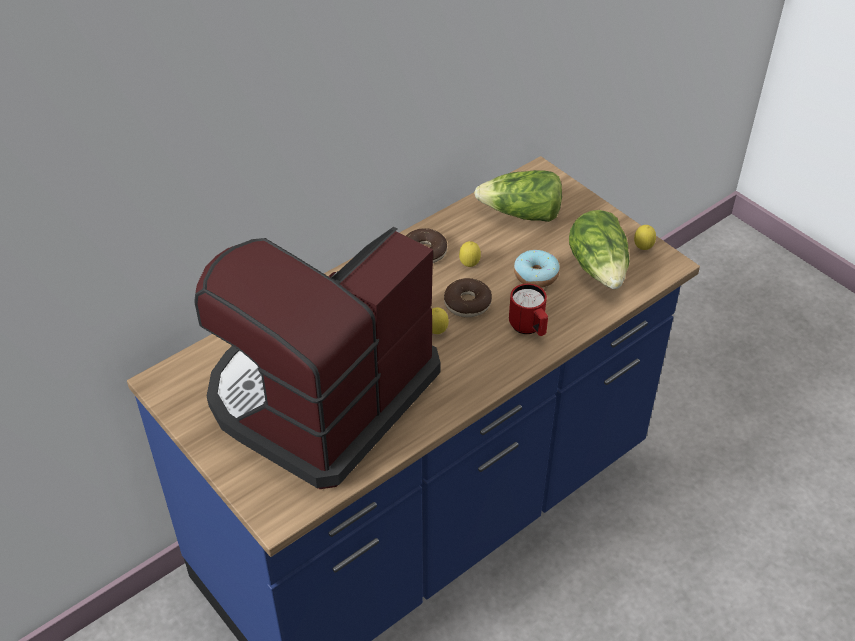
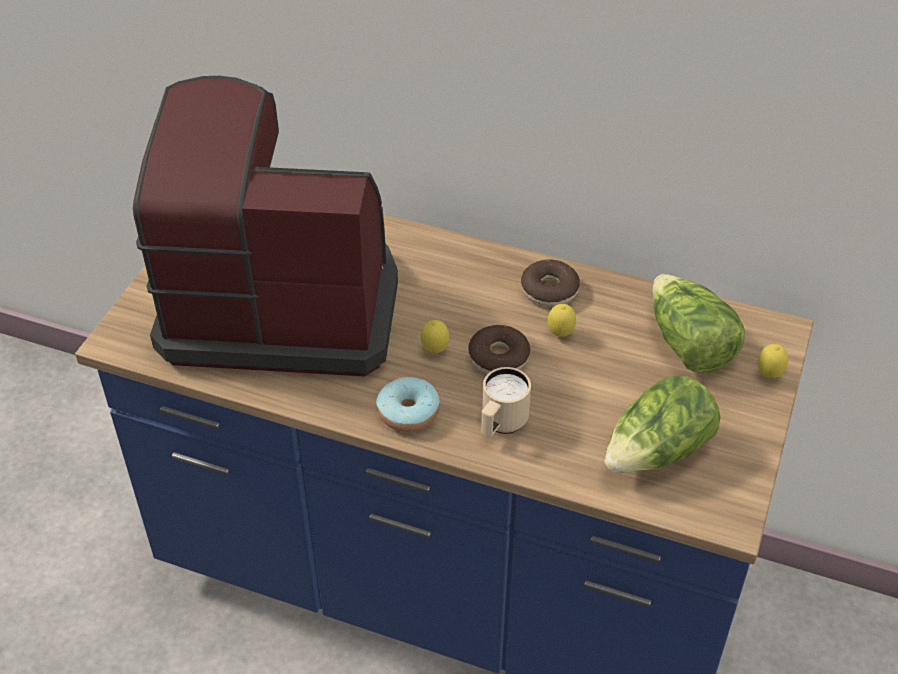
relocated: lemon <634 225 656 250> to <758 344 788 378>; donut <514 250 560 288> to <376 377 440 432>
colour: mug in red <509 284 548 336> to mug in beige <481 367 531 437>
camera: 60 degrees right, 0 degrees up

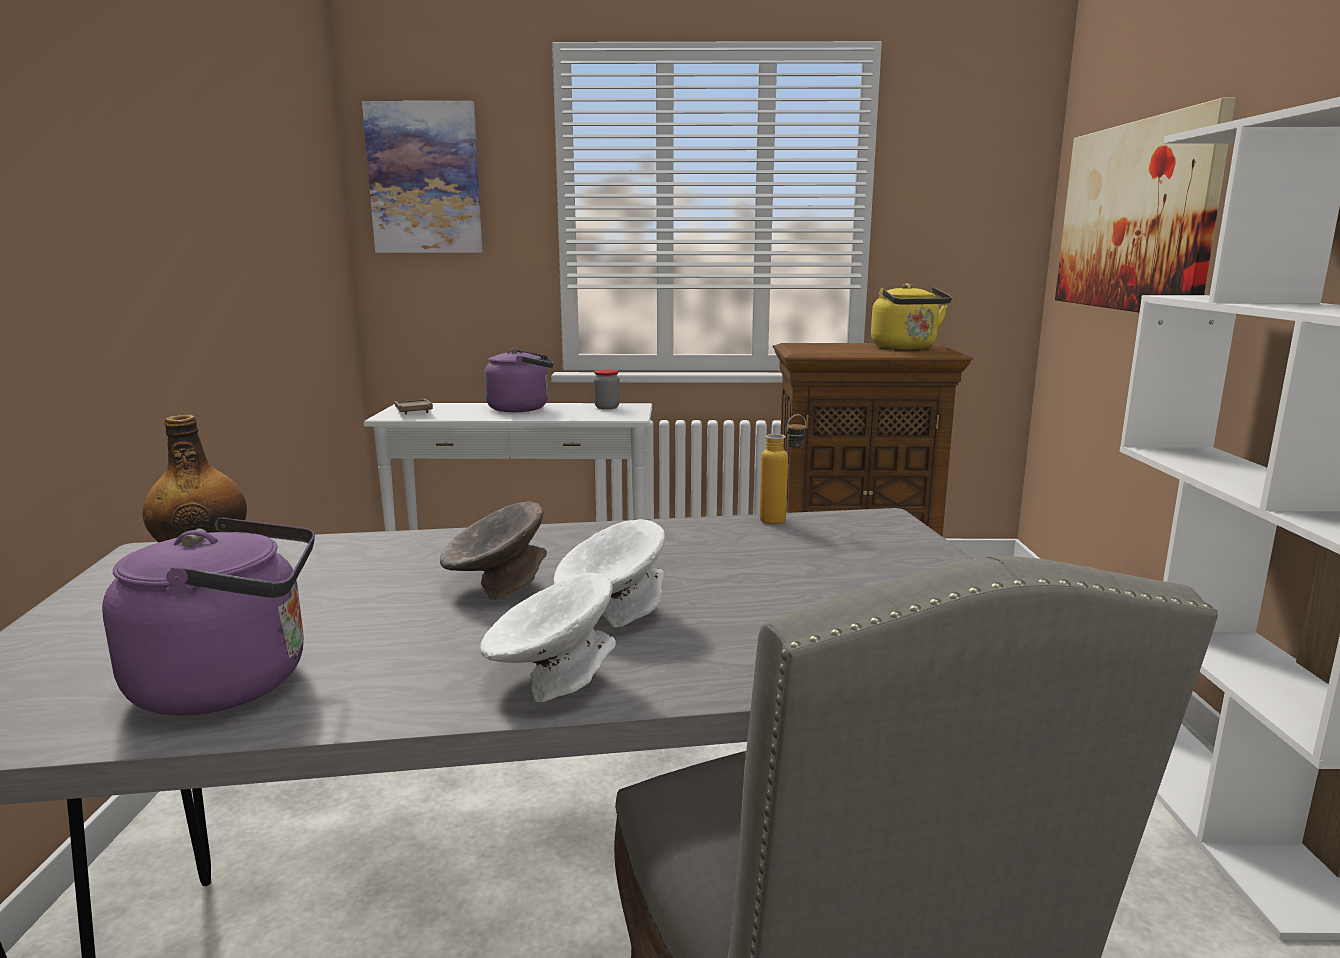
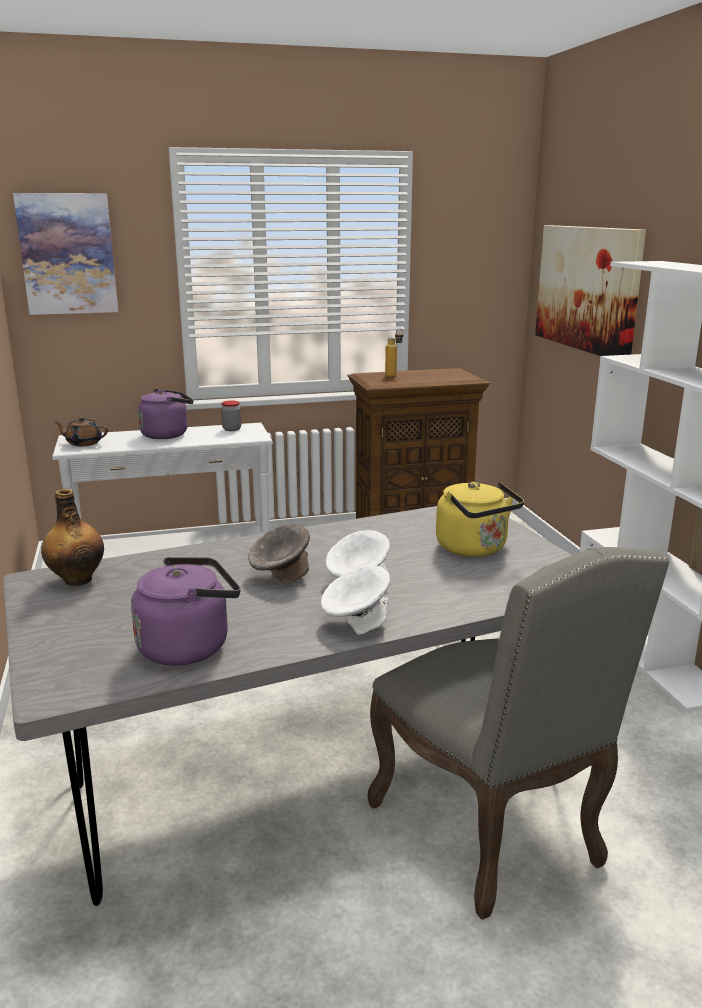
relocated: kettle in yellow <871 283 952 350> to <436 482 524 557>; bottle <760 414 806 524> to <385 329 403 377>
exchanged: tray in brown <395 399 433 415> to teapot in brown <54 417 108 447>
camera: 15 degrees left, 5 degrees up

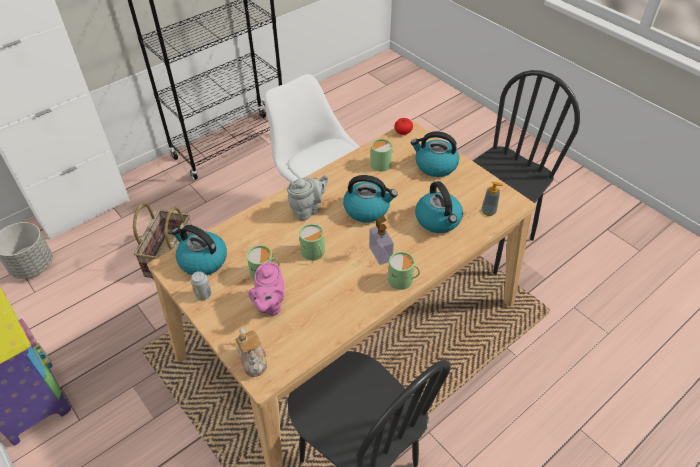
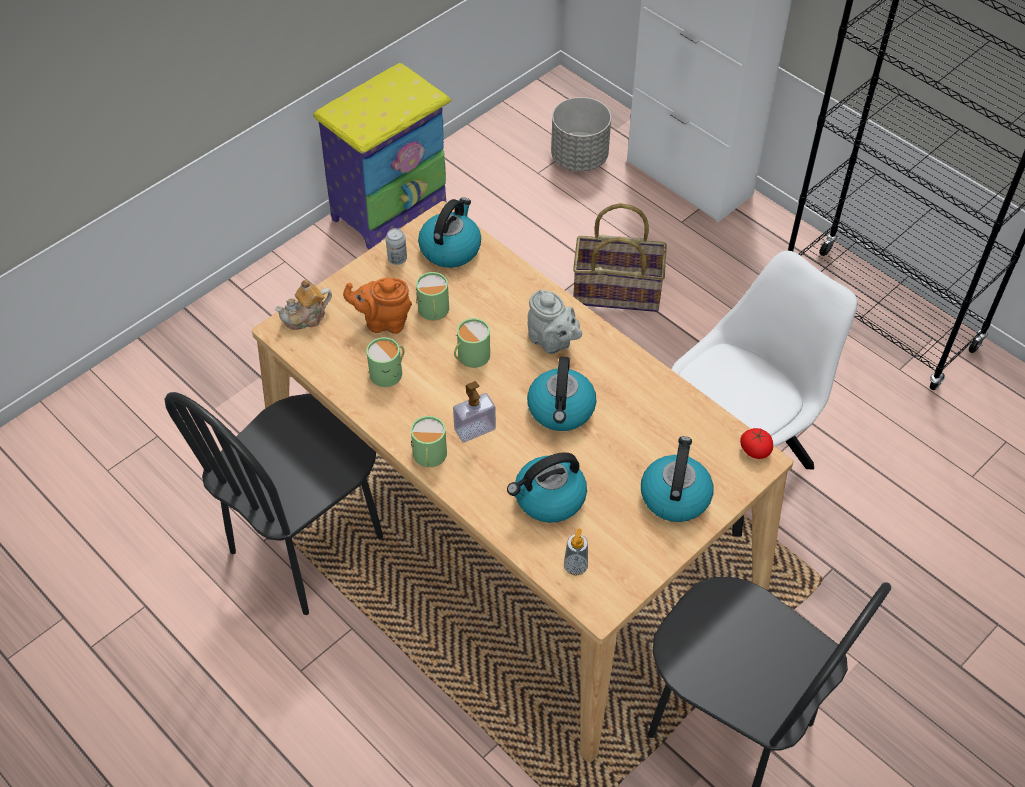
relocated: mug in green <371 139 393 172> to <366 337 404 387>
colour: teapot in pink <248 262 284 316> to teapot in orange <343 278 412 334>
camera: 85 degrees right, 5 degrees up

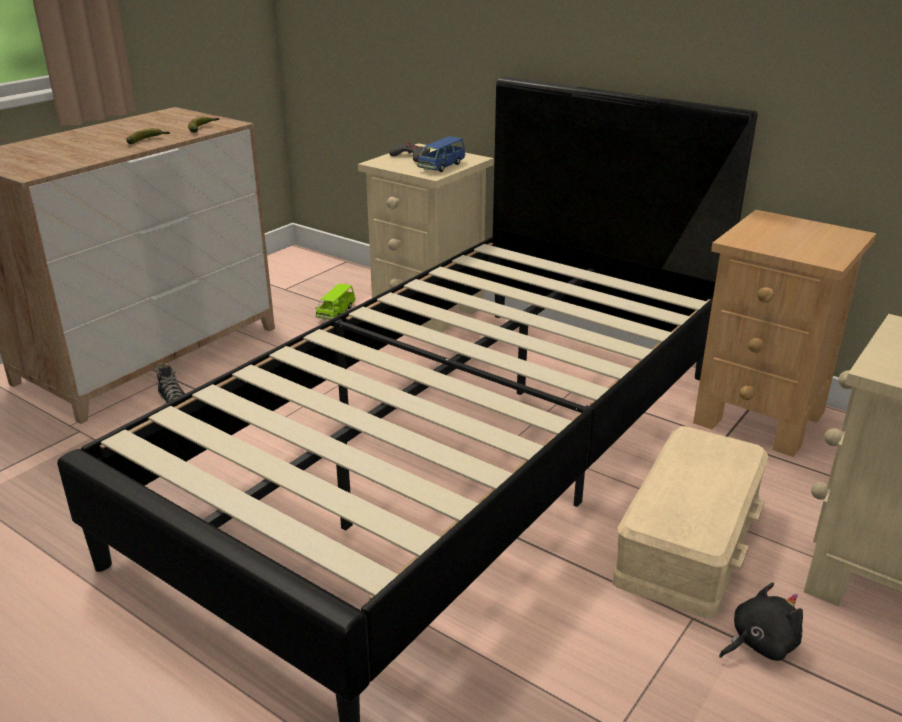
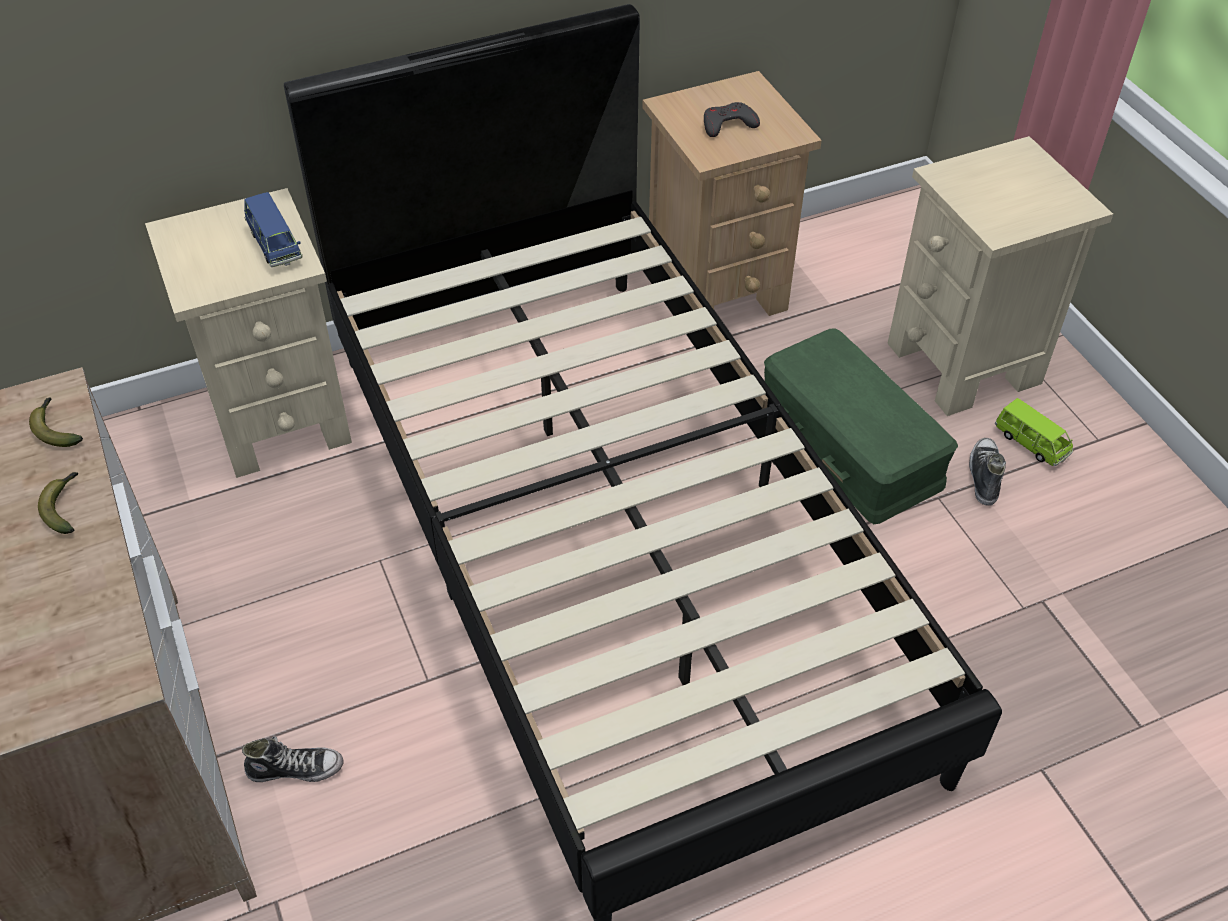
relocated: game controller in grey <389 142 428 162> to <704 102 760 137>; toy car in green <316 283 356 320> to <995 398 1073 466>
exchanged: plush toy in black <719 582 803 661> to shoe <969 438 1006 506>
colour: storage box in beige <612 426 769 619> to storage box in green <764 328 958 524>
camera: 60 degrees left, 20 degrees up

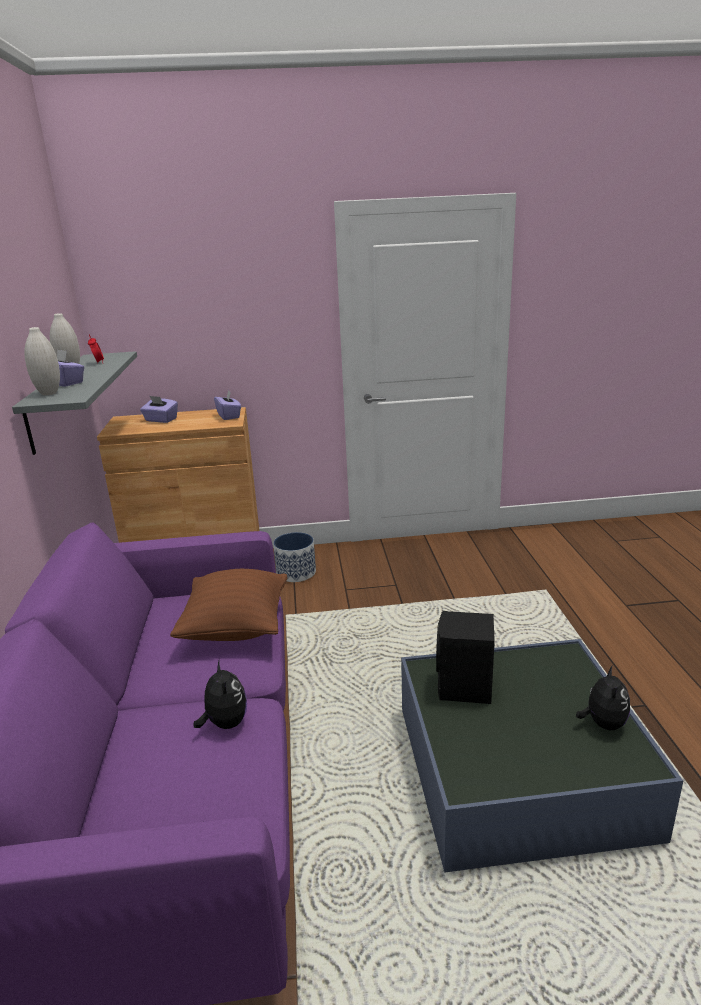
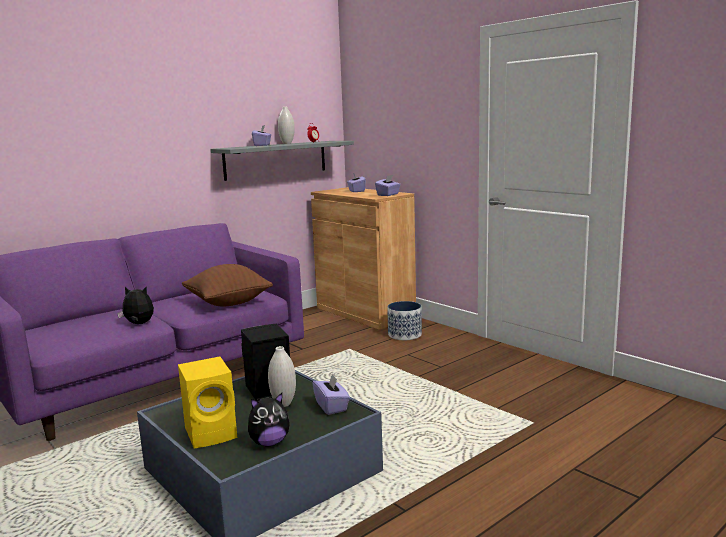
appeared: speaker in yellow <178 356 237 448>; tissue box in purple <312 374 350 415>
relocated: vase in white <24 327 60 396> to <268 346 296 407>
spun: plush toy <193 661 247 729> = <117 286 154 324> 120 degrees counterclockwise
camera: 55 degrees right, 10 degrees down

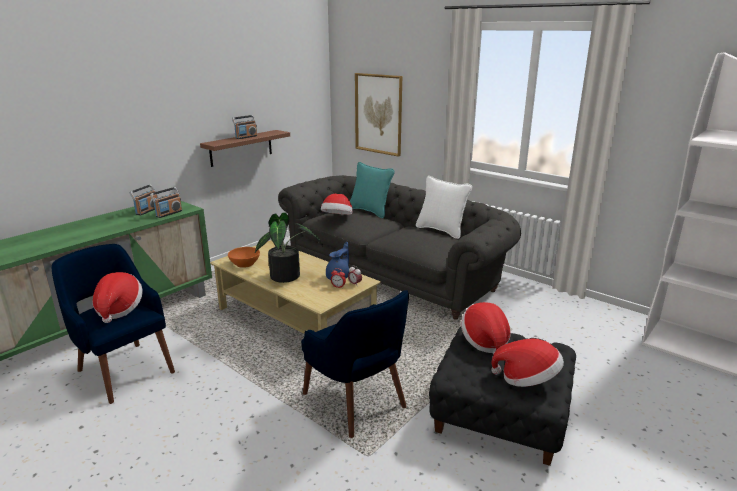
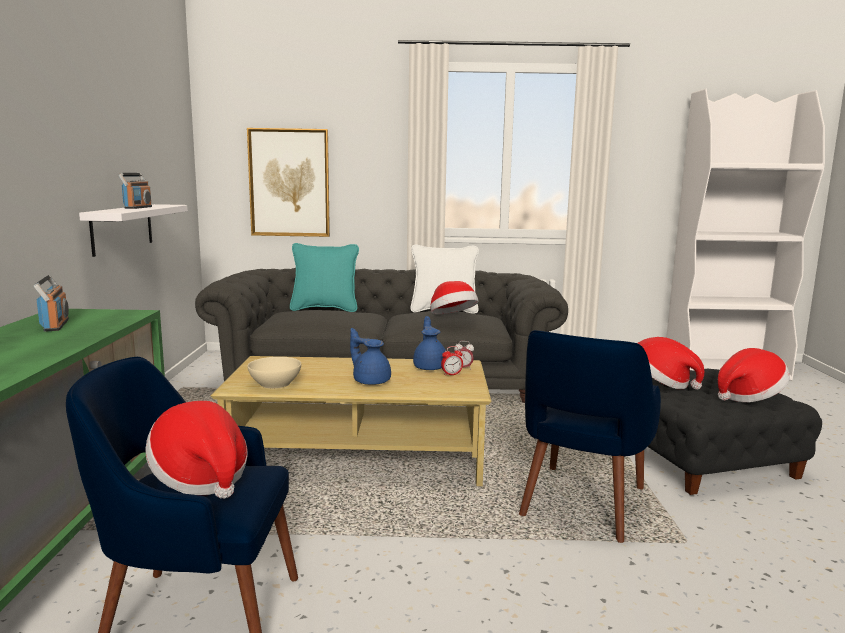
missing: radio <150 187 182 218>
relocated: hat <321 194 353 215> to <430 281 478 314>
exchanged: potted plant <255 212 324 283> to teapot in blue <350 328 391 385>
colour: shelf in brown <200 130 290 167> to shelf in white <79 204 188 257>; bowl in orange <228 247 260 268> to bowl in beige <247 357 301 388>
spun: armchair in blue <301 290 409 438> = <519 330 661 543> 105 degrees clockwise
camera: 40 degrees left, 10 degrees down

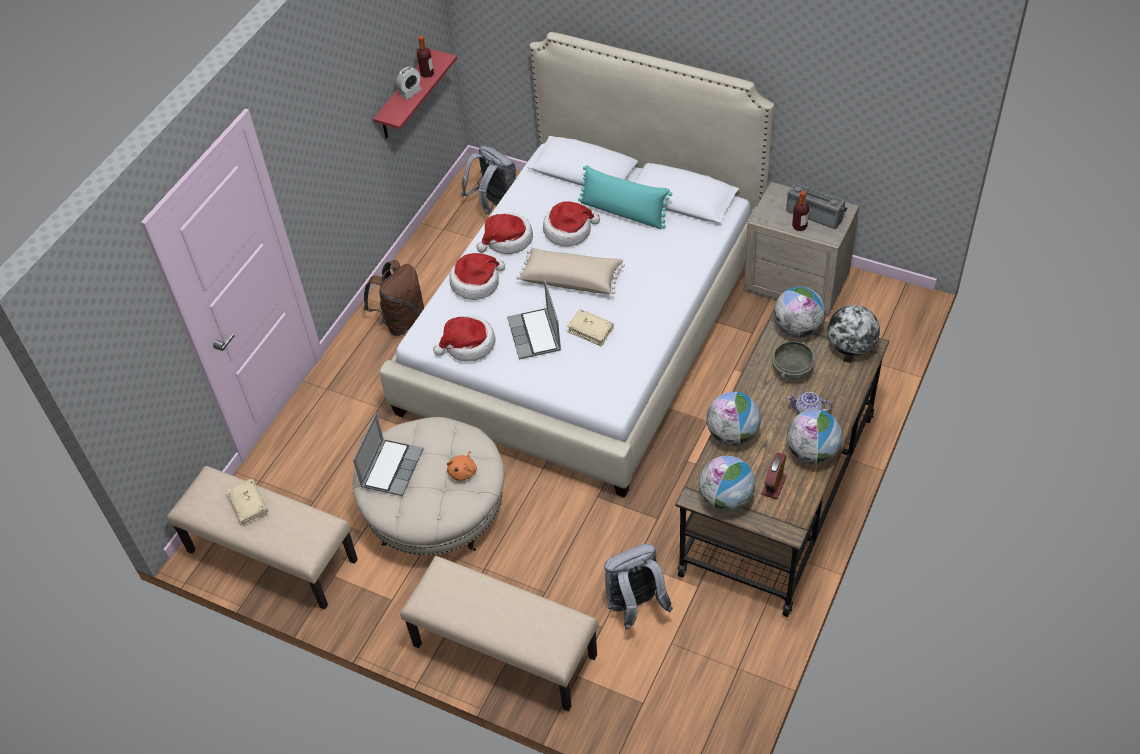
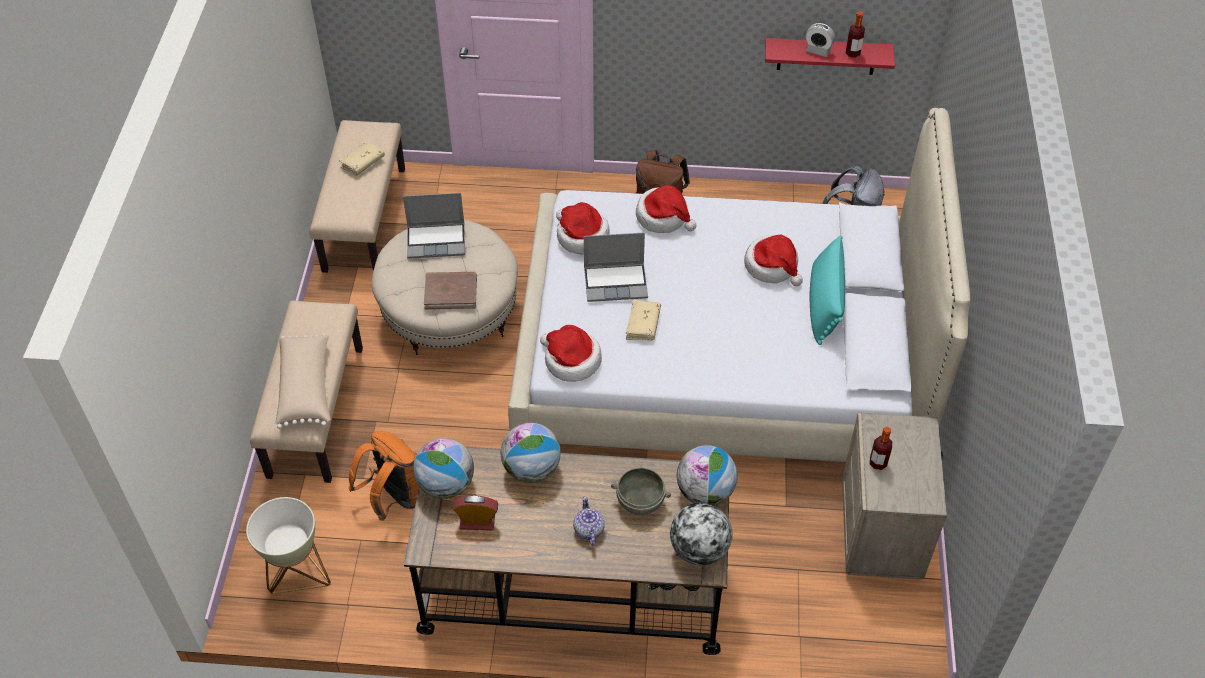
missing: radio <786 182 847 229>; globe <787 409 842 464>
appeared: planter <246 497 331 594>
relocated: hat <477 212 533 254> to <540 325 602 382>; pillow in beige <516 248 625 294> to <275 333 331 429>
exchanged: plush toy in orange <447 451 477 481> to book in brown <424 272 477 309>
colour: backpack in grey <604 544 673 630> to backpack in orange <349 431 419 521>
spun: laptop <507 280 561 359> = <584 232 648 302> 150 degrees counterclockwise
camera: 65 degrees right, 0 degrees up

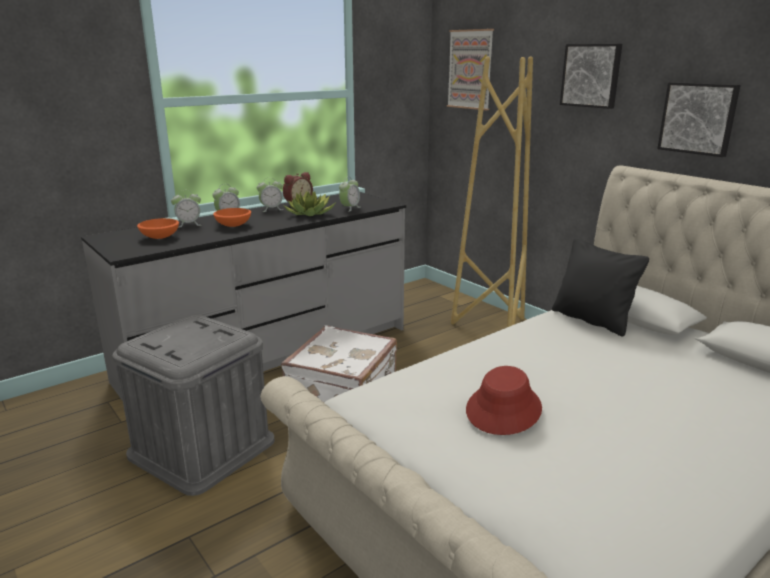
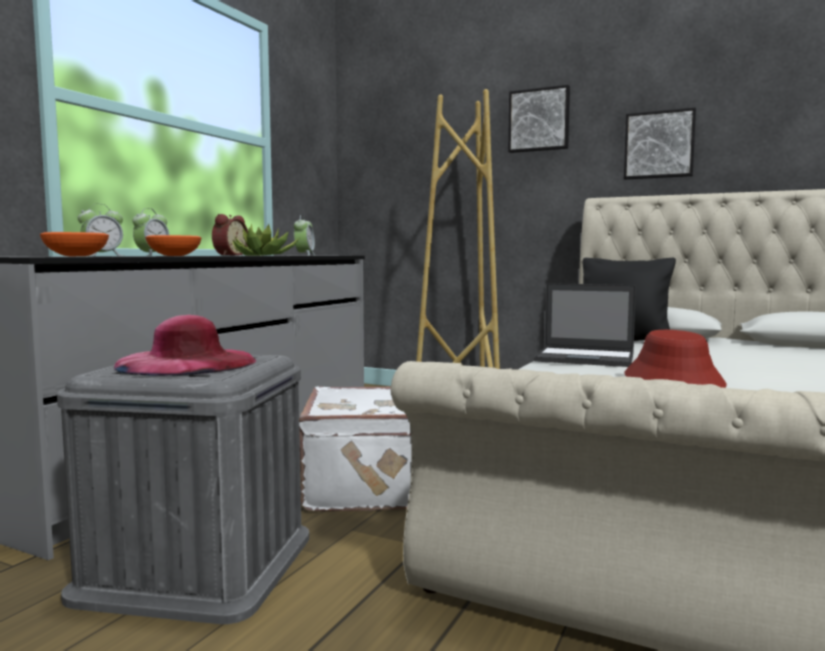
missing: picture <447 29 494 110>; alarm clock <257 178 283 212>
appeared: laptop <534 283 636 367>; hat in pink <114 315 256 376>
camera: 25 degrees left, 15 degrees down

